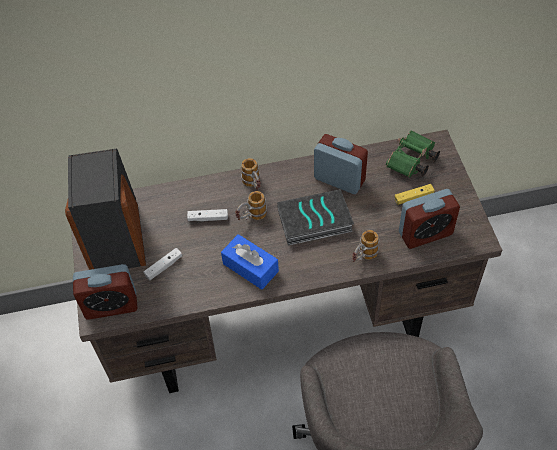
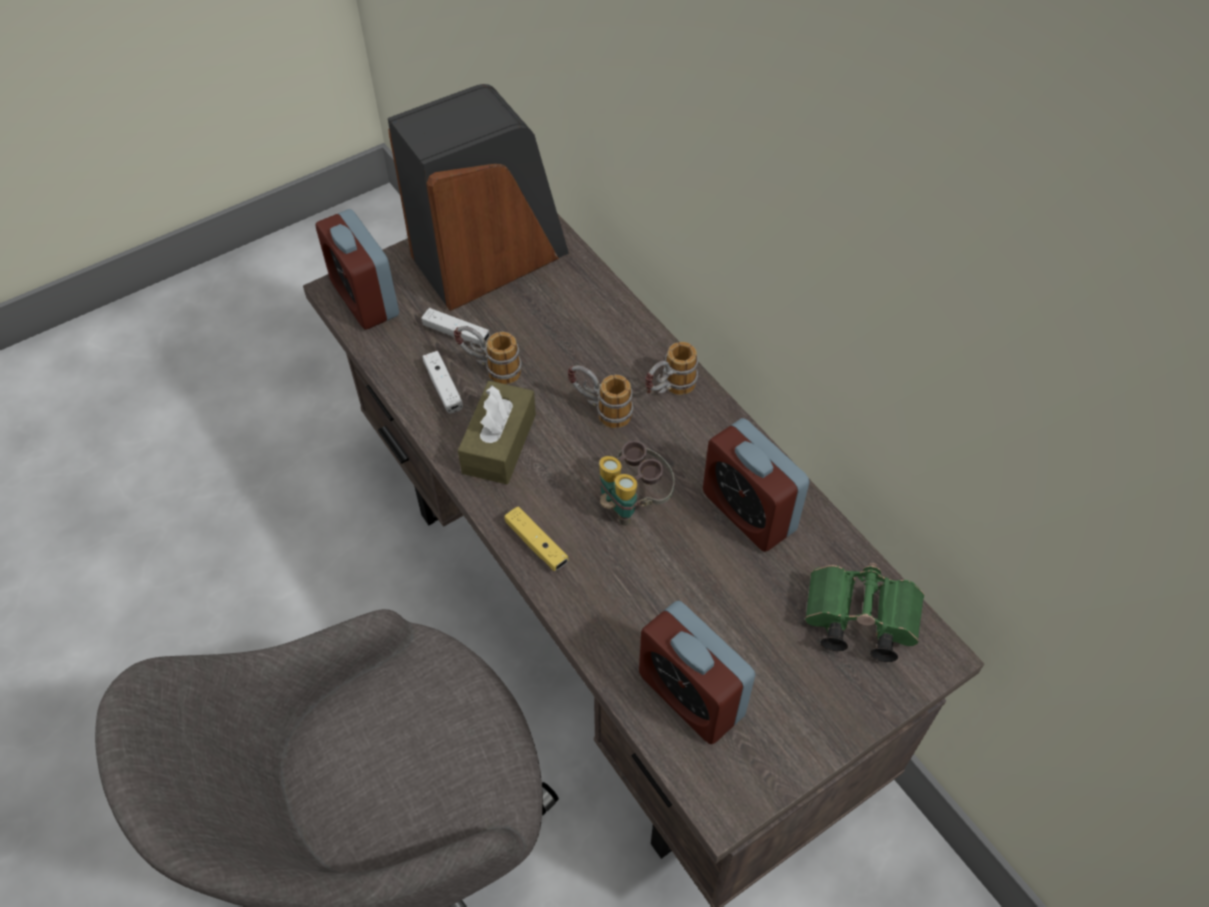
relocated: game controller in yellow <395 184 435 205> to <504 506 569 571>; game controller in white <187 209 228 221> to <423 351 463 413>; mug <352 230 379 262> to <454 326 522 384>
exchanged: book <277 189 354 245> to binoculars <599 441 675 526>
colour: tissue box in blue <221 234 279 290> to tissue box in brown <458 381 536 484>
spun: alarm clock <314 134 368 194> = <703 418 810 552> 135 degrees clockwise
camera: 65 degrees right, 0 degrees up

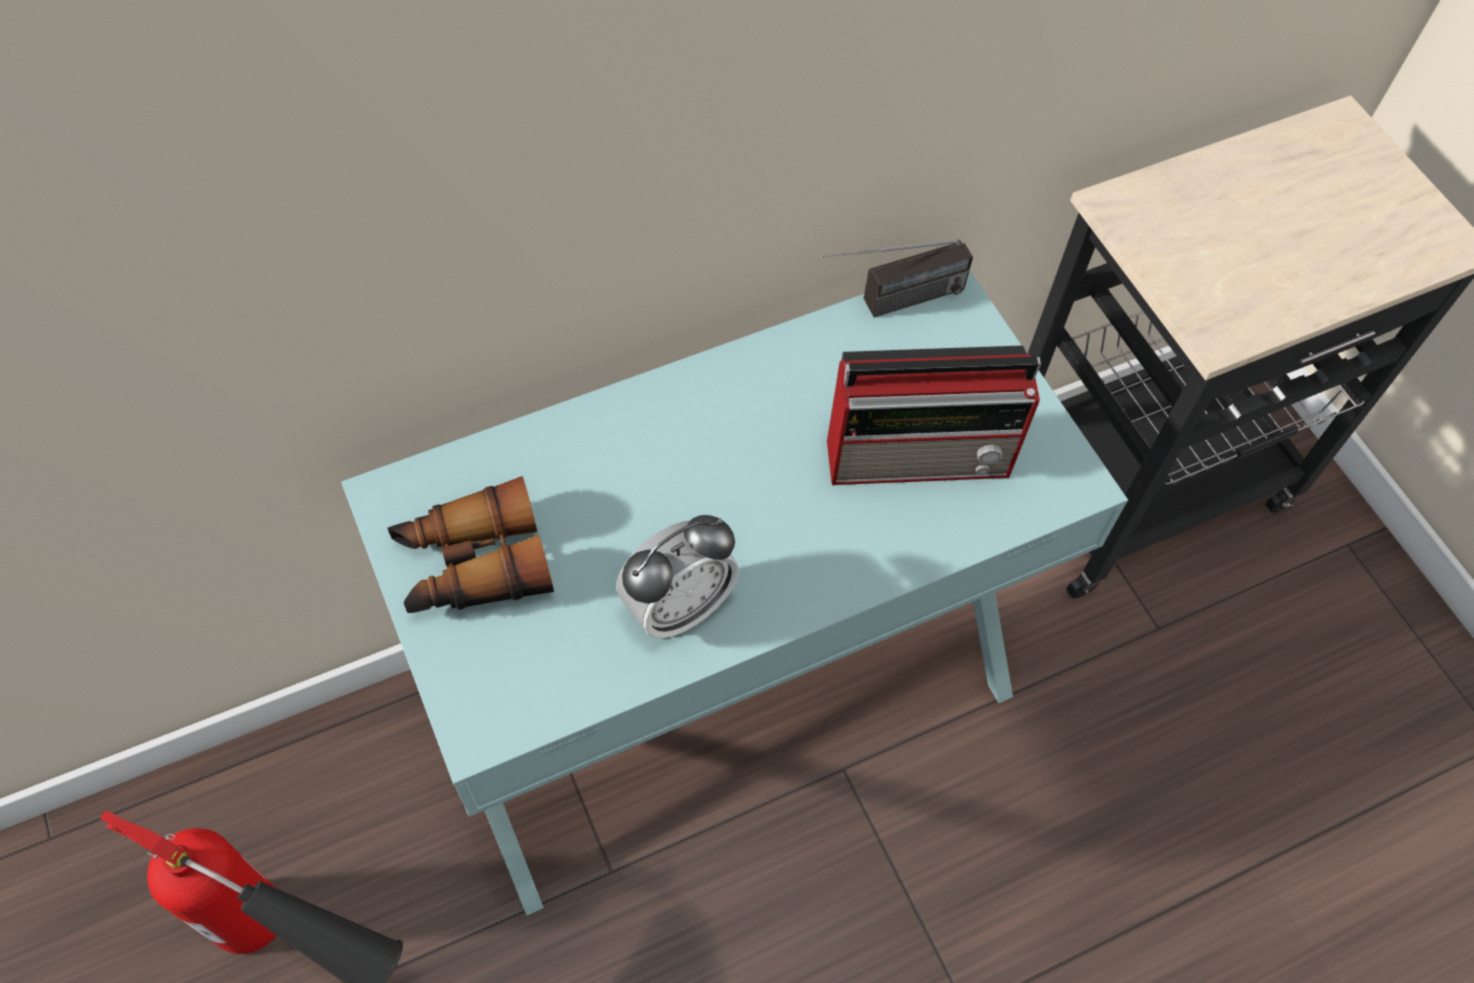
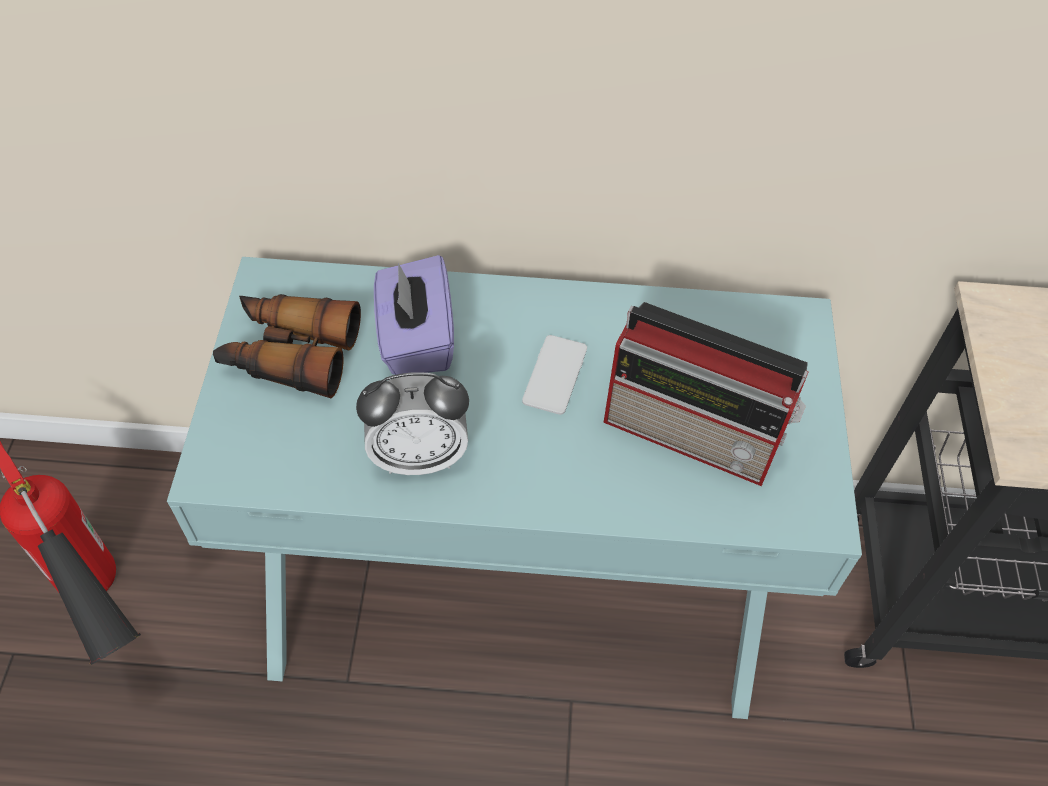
missing: radio <821 239 973 317>
appeared: tissue box in purple <374 255 454 375>; phone <522 335 587 415>
camera: 30 degrees right, 5 degrees down

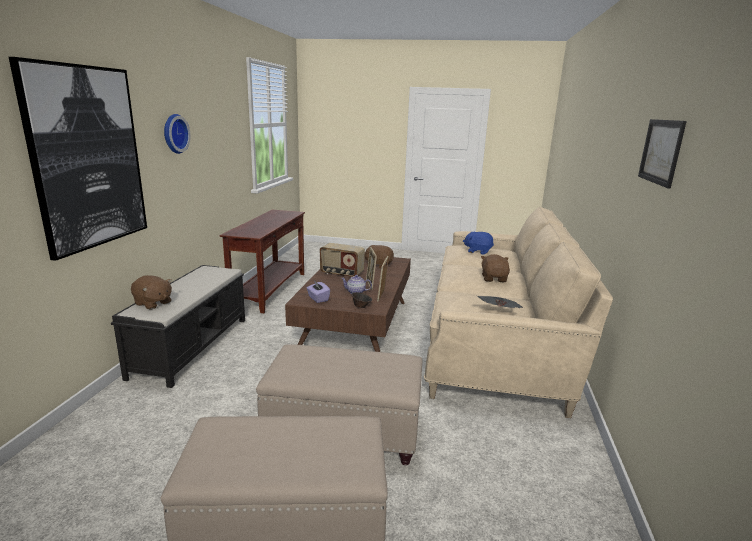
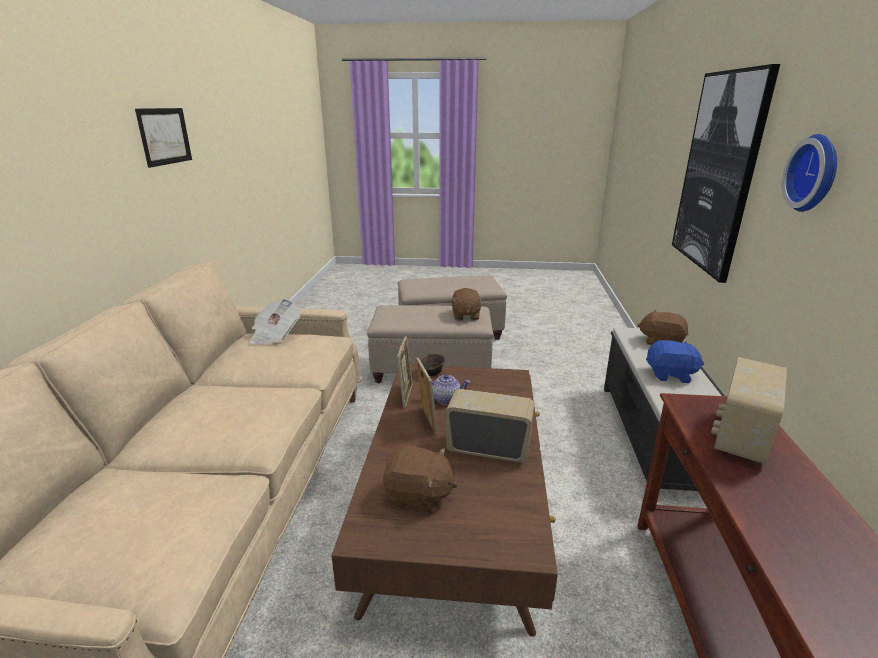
missing: tissue box in purple <307 280 330 303>
appeared: radio <711 357 787 465>
relocated: plush toy in blue <463 231 494 255> to <646 340 704 383>; plush toy in brown <481 254 510 282> to <451 288 483 320>
camera: 175 degrees right, 5 degrees up

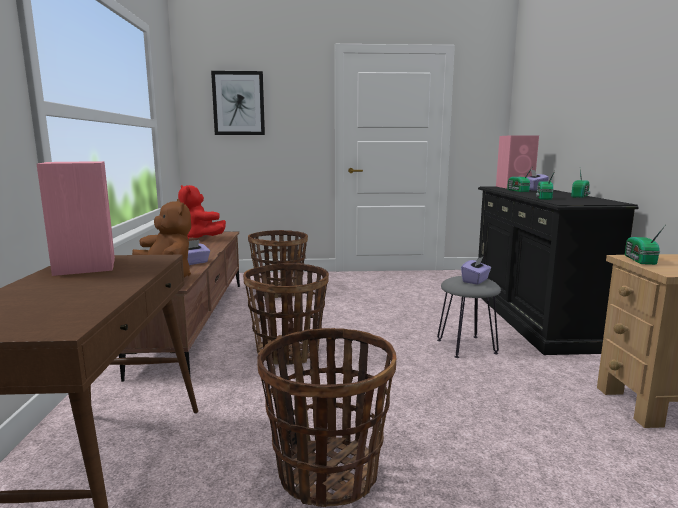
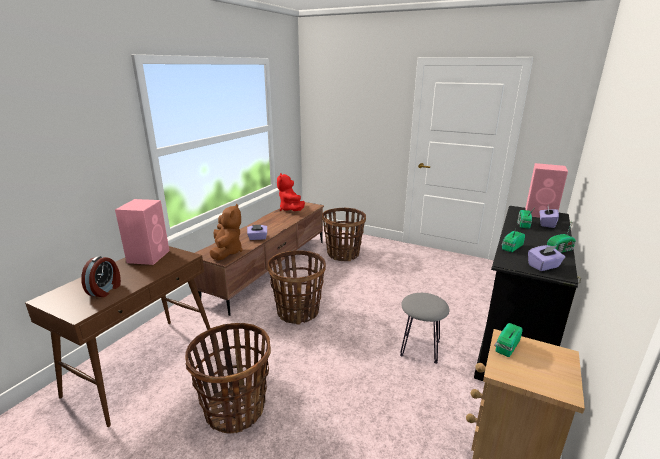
missing: picture <211 71 265 135>
appeared: alarm clock <81 256 121 297>
relocated: tissue box in purple <461 256 491 285> to <528 245 565 271>
camera: 30 degrees right, 10 degrees up

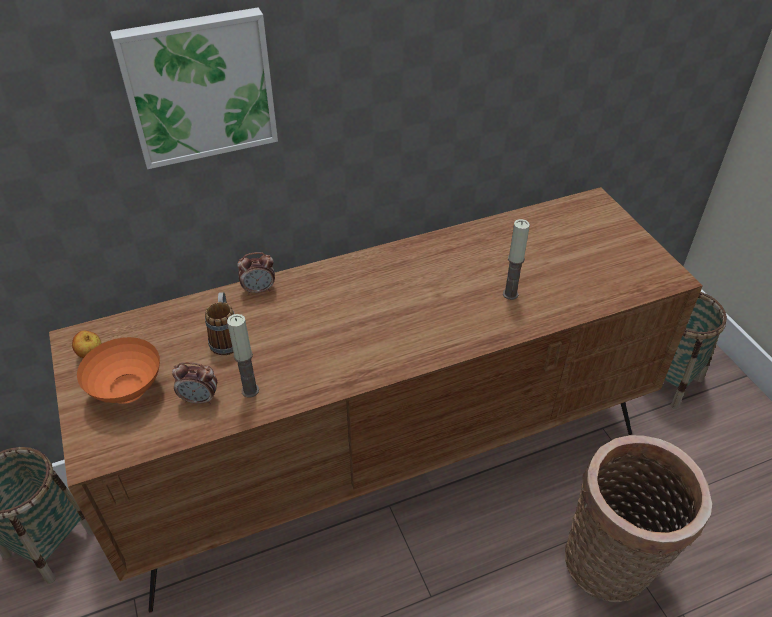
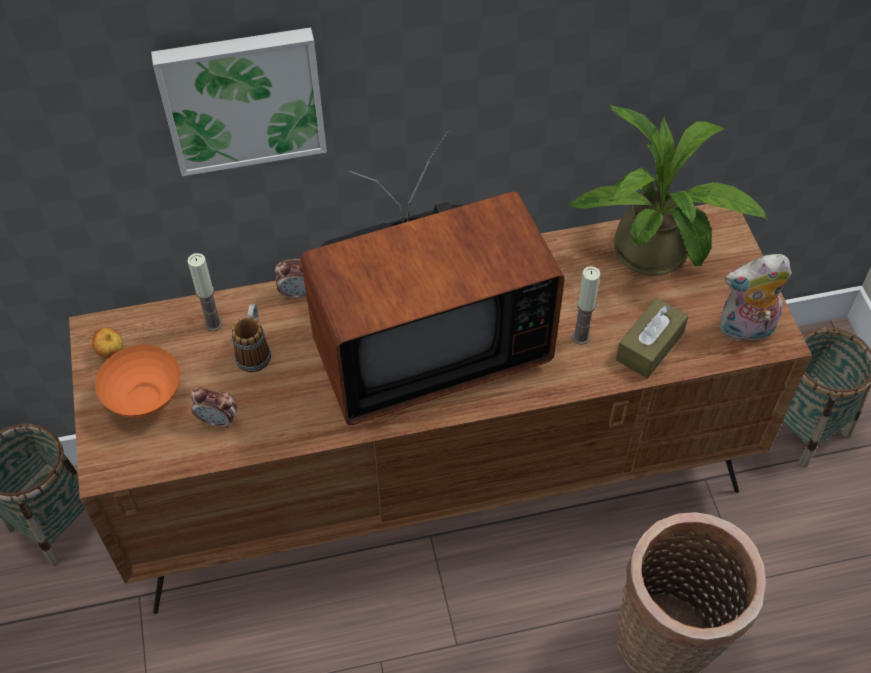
appeared: potted plant <567 103 768 276>; television <301 131 565 425>; plush toy <719 254 792 341>; tissue box in brown <616 298 688 378>
relocated: candle <227 314 259 397> to <188 253 223 331>
camera: 10 degrees right, 10 degrees up

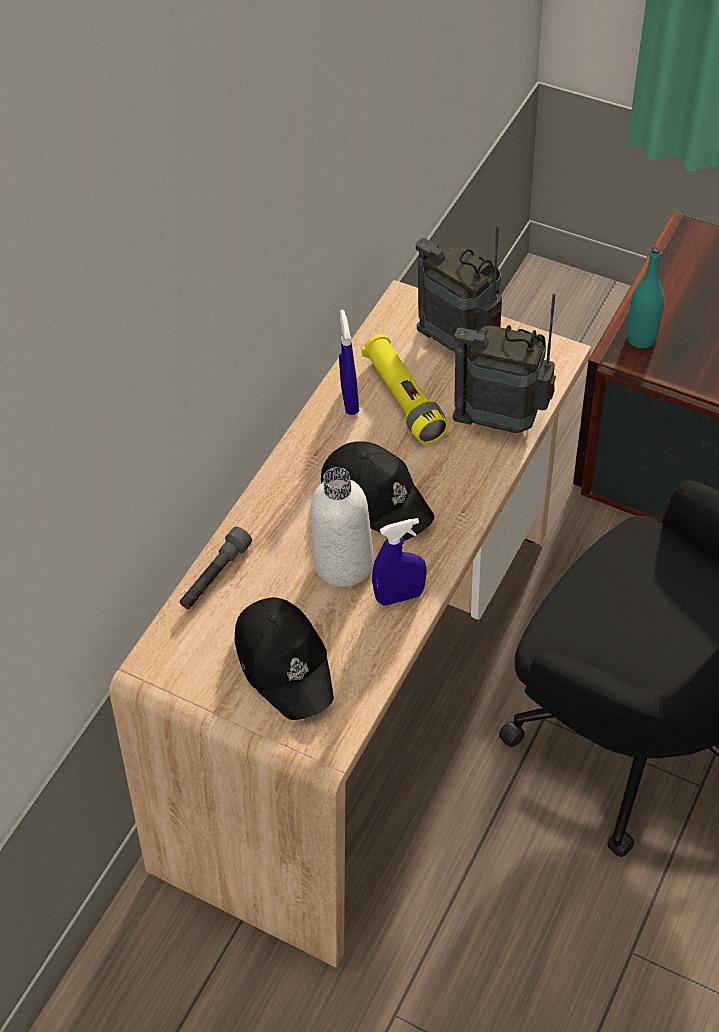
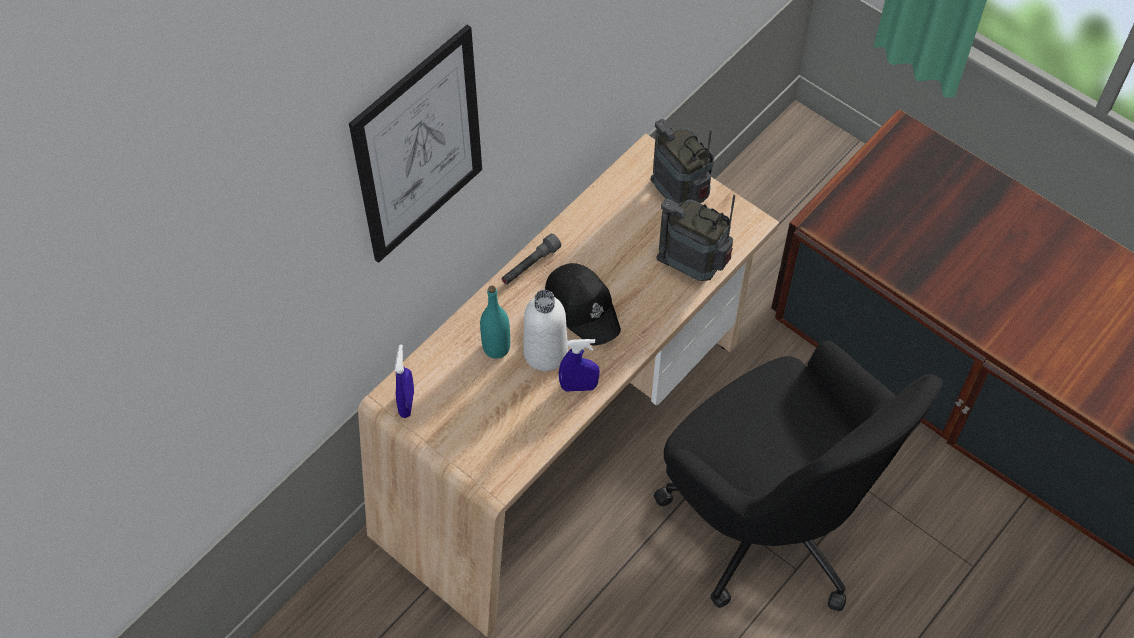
missing: flashlight in yellow <361 335 449 444>; cap in black <235 597 334 720>
appeared: picture <349 25 482 263>
relocated: bottle in turquoise <627 246 664 348> to <480 286 510 359>; spray bottle in blue <339 310 359 415> to <395 344 414 418>; flashlight in grey <180 527 252 609> to <502 234 561 285>
camera: 10 degrees right, 5 degrees up

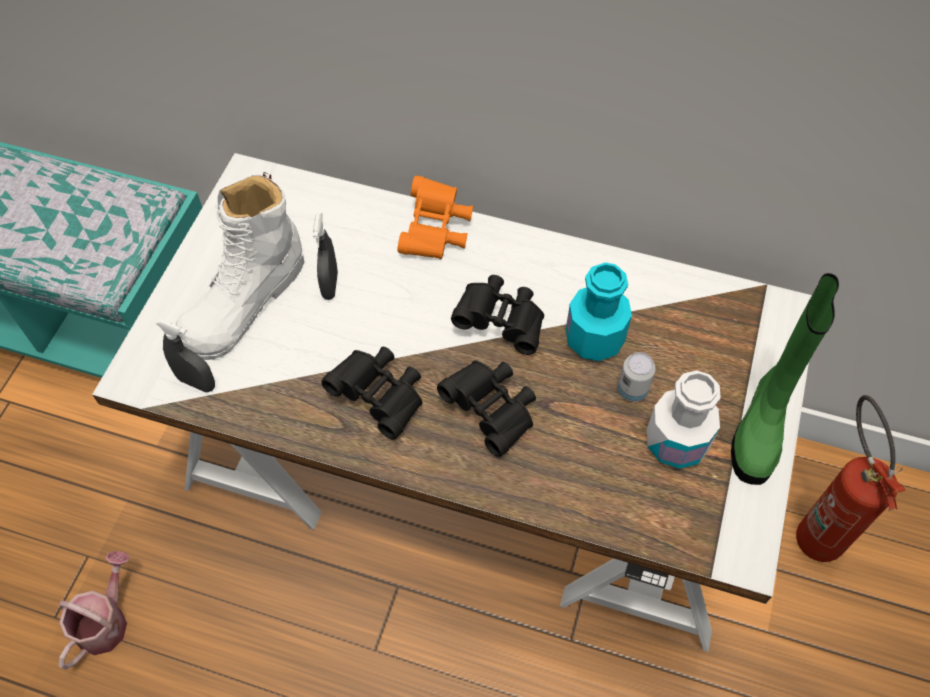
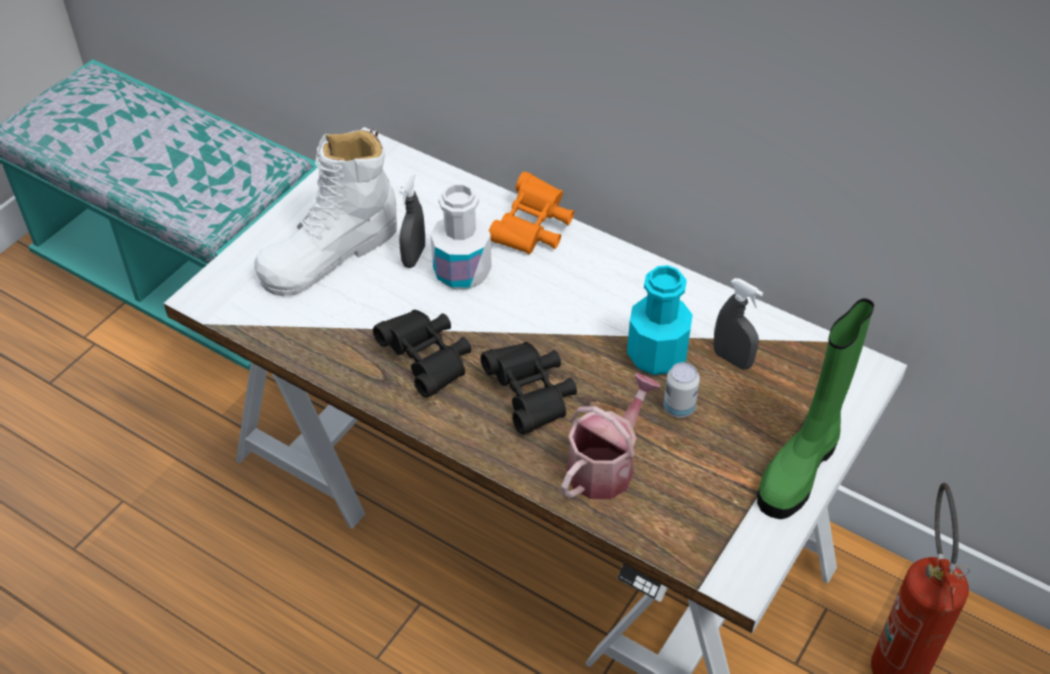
missing: binoculars in black <451 275 544 355>
relocated: spray bottle in grey <155 319 215 393> to <714 278 763 370>; bottle in white <647 370 721 469> to <430 183 492 290>; watering can <59 551 130 670> to <561 373 661 499>
camera: 15 degrees right, 10 degrees down

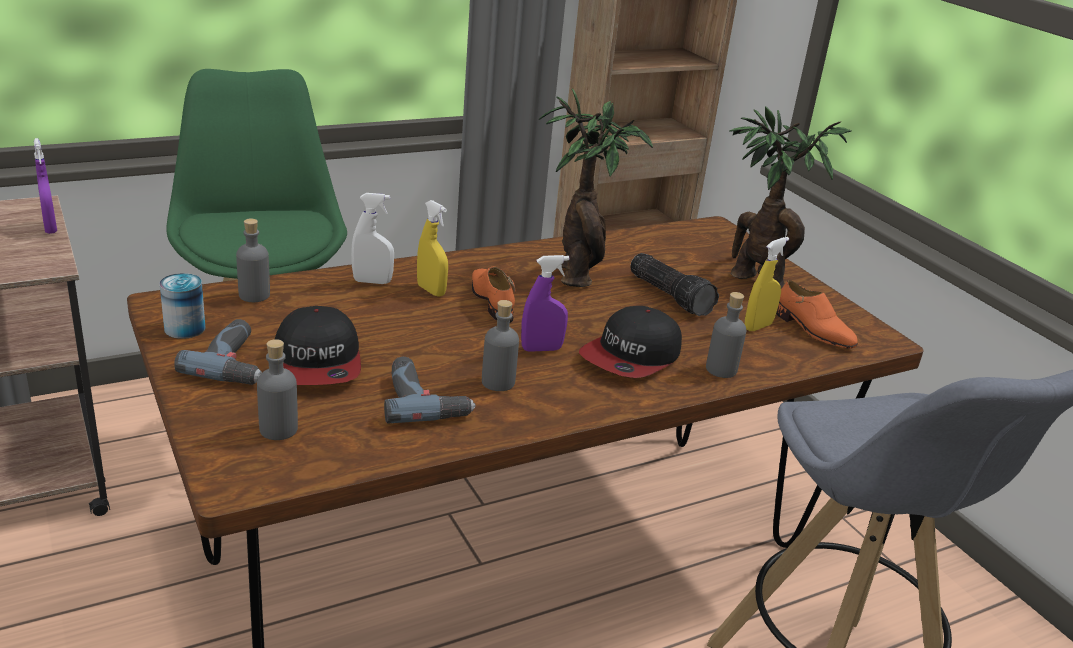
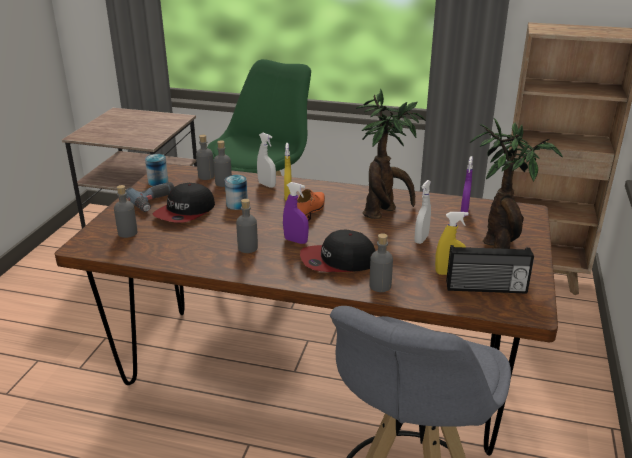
missing: power drill <384 357 476 424>
appeared: bottle in grey <214 140 232 187>; can <225 175 248 210>
relocated: spray bottle in purple <34 138 57 234> to <461 156 473 212>
exchanged: flashlight <630 253 719 316> to spray bottle in white <415 180 431 244>; shoe in orange <776 280 858 349> to radio <446 245 534 294>
camera: 45 degrees right, 0 degrees up

